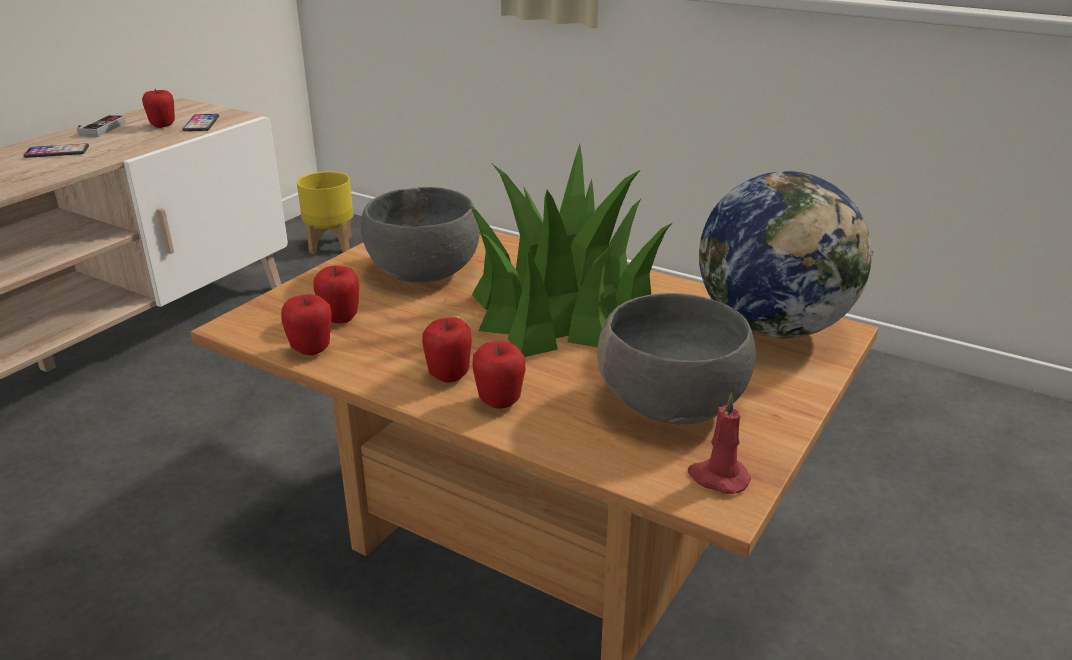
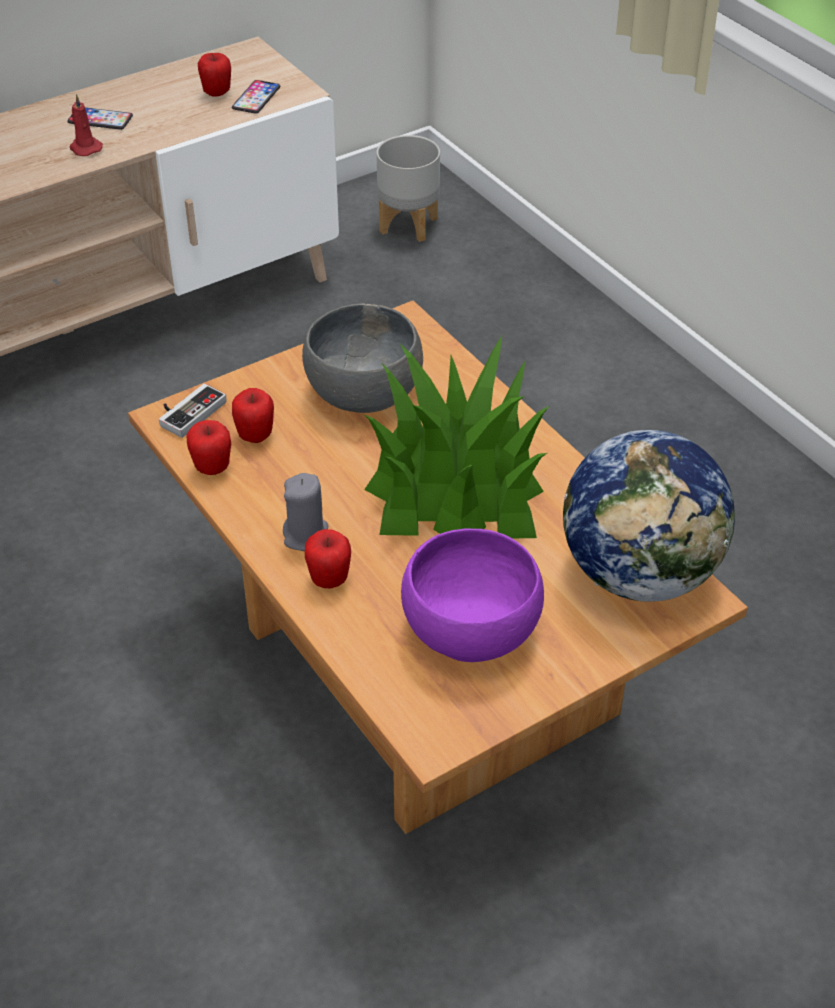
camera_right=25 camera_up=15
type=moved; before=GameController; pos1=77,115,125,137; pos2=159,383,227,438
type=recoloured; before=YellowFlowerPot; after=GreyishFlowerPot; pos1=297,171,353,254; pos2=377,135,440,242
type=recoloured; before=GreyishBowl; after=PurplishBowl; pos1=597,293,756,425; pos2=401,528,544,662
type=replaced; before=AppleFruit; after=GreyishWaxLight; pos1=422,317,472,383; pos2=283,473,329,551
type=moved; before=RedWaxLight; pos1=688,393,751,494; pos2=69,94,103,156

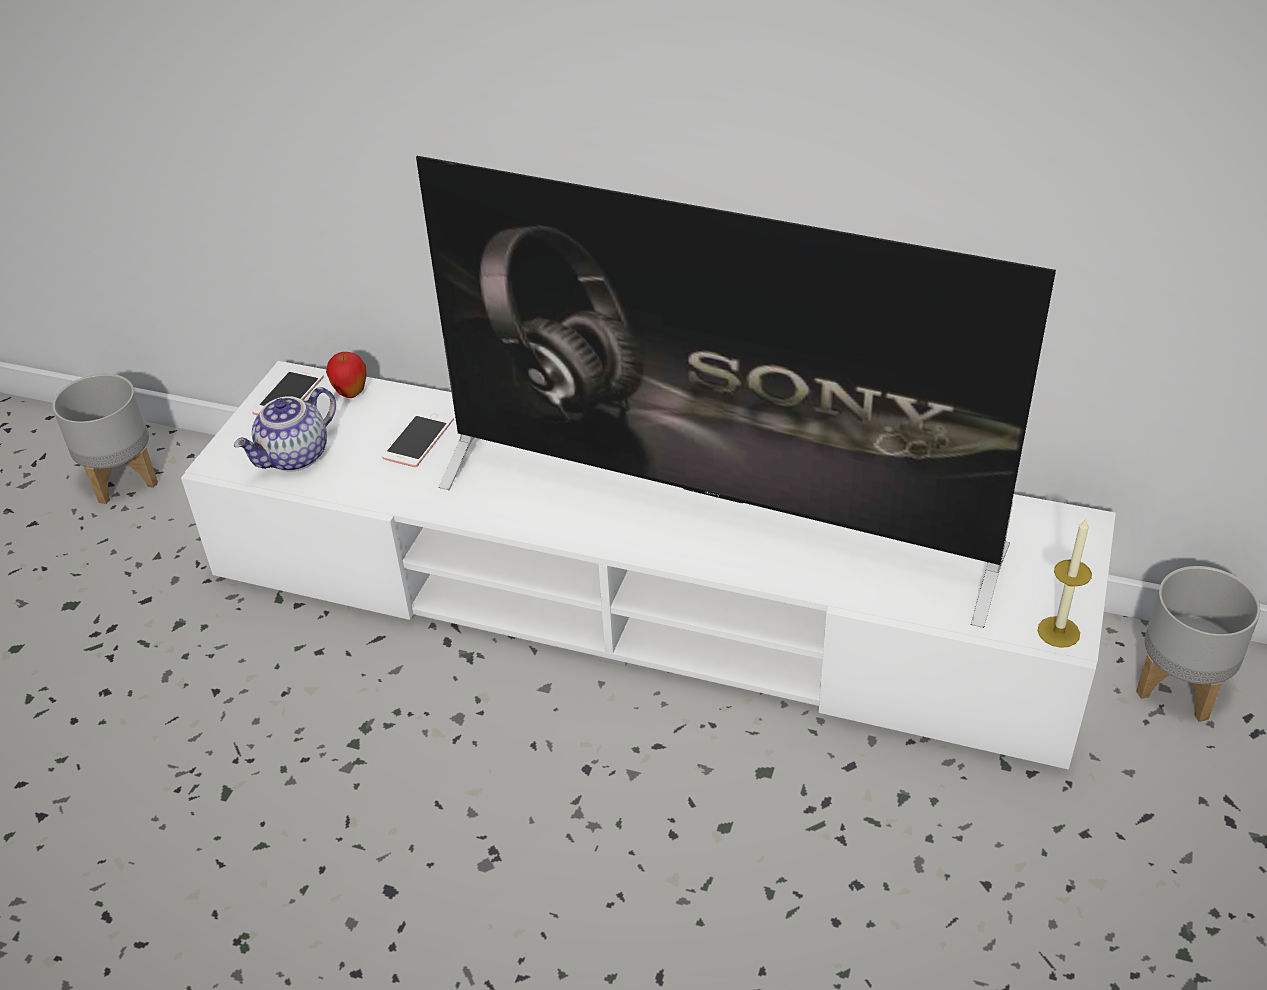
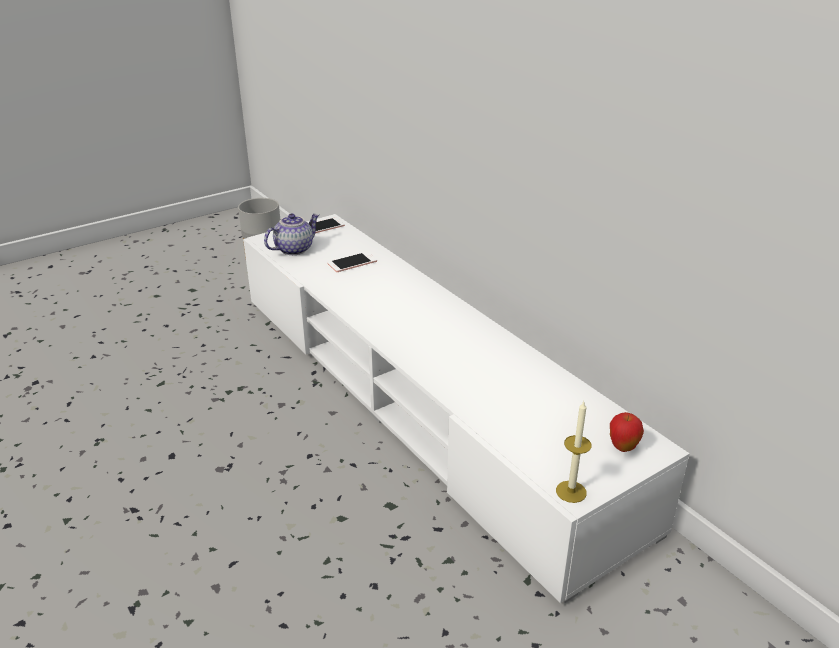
camera_right=35 camera_up=-10
type=removed; before=TvSet; pos1=416,156,1056,628
type=moved; before=AppleFruit; pos1=326,352,367,398; pos2=610,412,644,452
type=turned; before=Teapot; pos1=234,387,336,472; pos2=264,213,319,255; turn=150
type=removed; before=GreyishFlowerPot; pos1=1136,566,1260,722

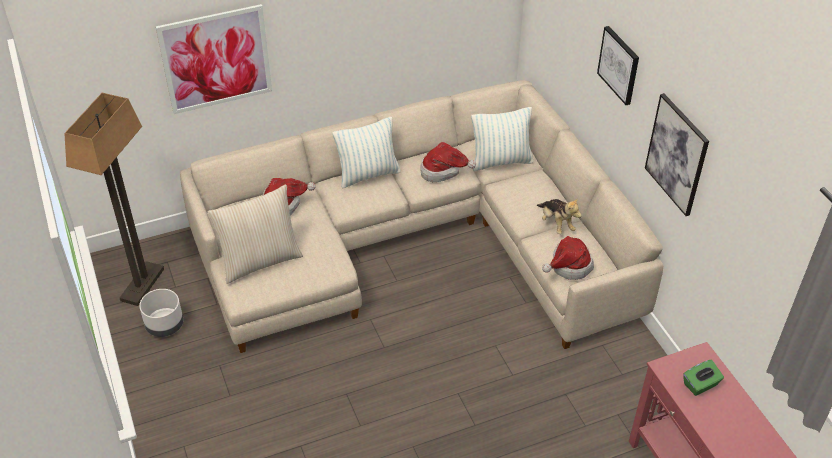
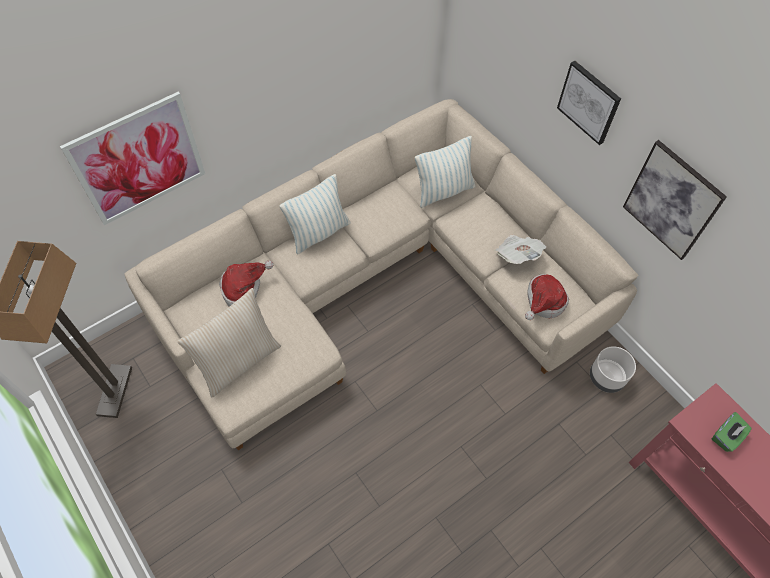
camera_right=-15 camera_up=15
type=removed; before=WearableHat; pos1=420,142,476,182
type=replaced; before=CuddlyToy; after=Newspaper; pos1=537,198,582,234; pos2=495,235,546,264
type=moved; before=GreyishFlowerPot; pos1=139,289,183,337; pos2=590,346,636,393

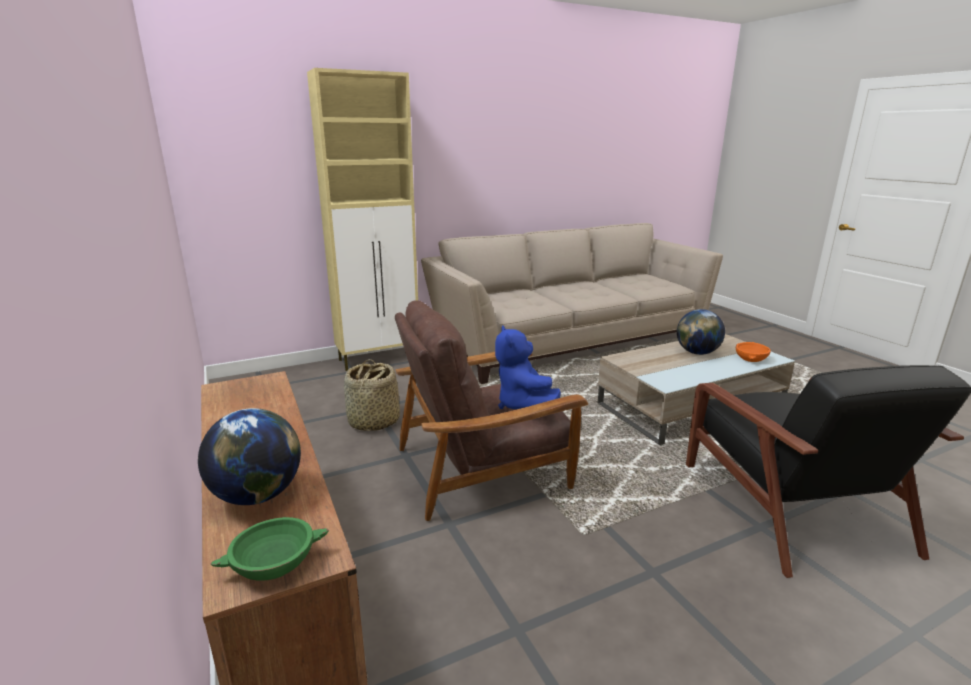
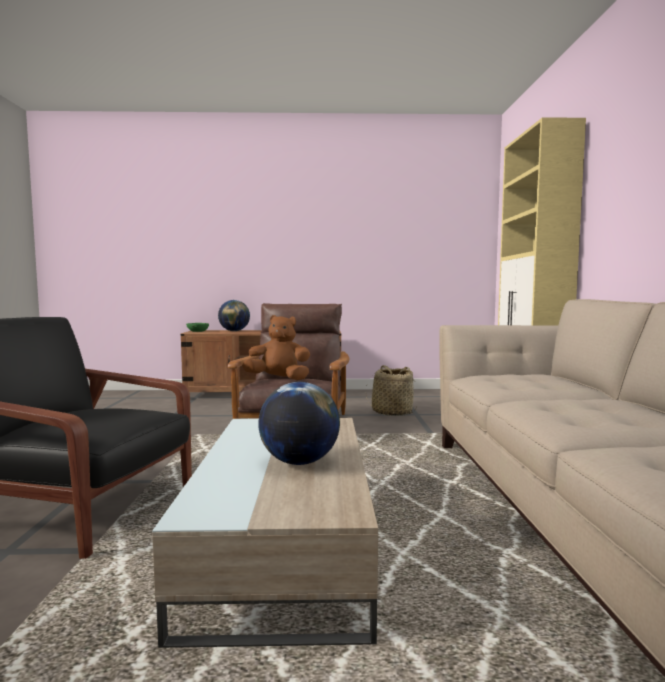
camera_right=115 camera_up=-15
type=recoloured; before=BlueCuddlyToy; after=BrownishCuddlyToy; pos1=495,326,561,409; pos2=242,315,310,381
type=removed; before=OrangeColouredBowl; pos1=736,342,771,362

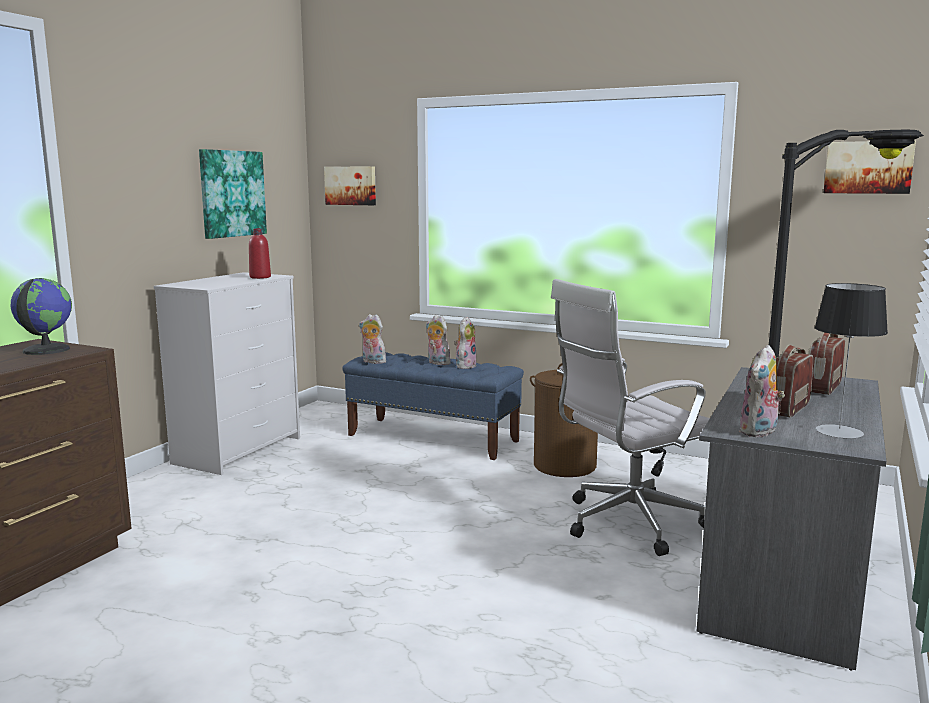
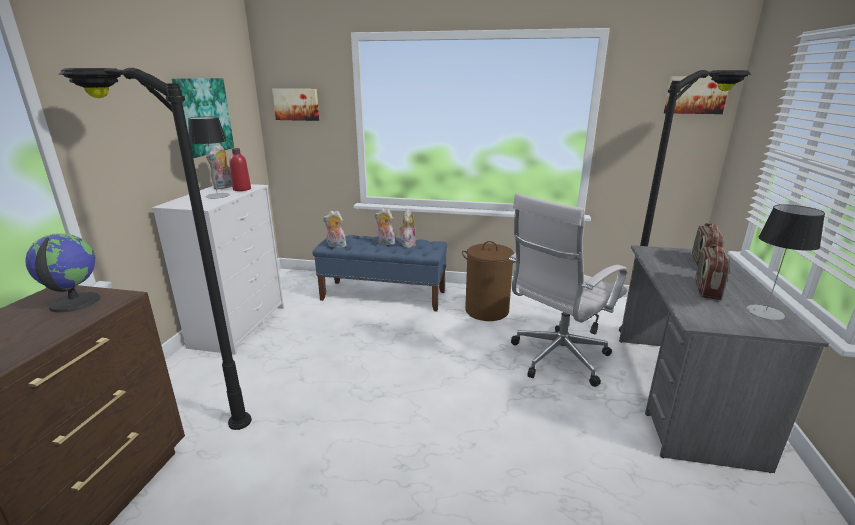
camera_right=-15 camera_up=10
type=moved; before=CuddlyToy; pos1=739,345,785,437; pos2=206,144,232,190
type=added; after=BlackFloorLamp; pos2=58,68,252,430
type=added; after=LampForATable; pos2=188,117,230,199

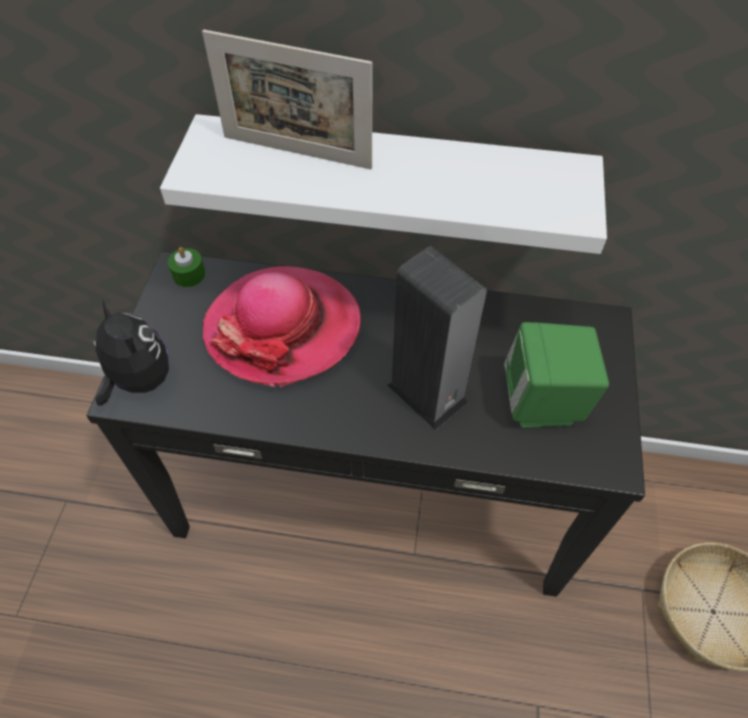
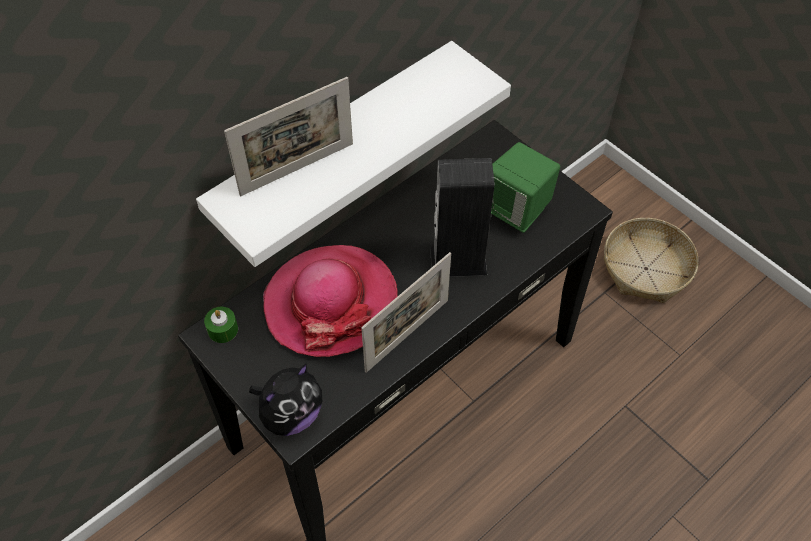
camera_right=-50 camera_up=0
type=turned; before=CuddlyToy; pos1=93,299,169,406; pos2=249,363,322,436; turn=135
type=added; after=StandingFrame; pos2=361,252,451,373

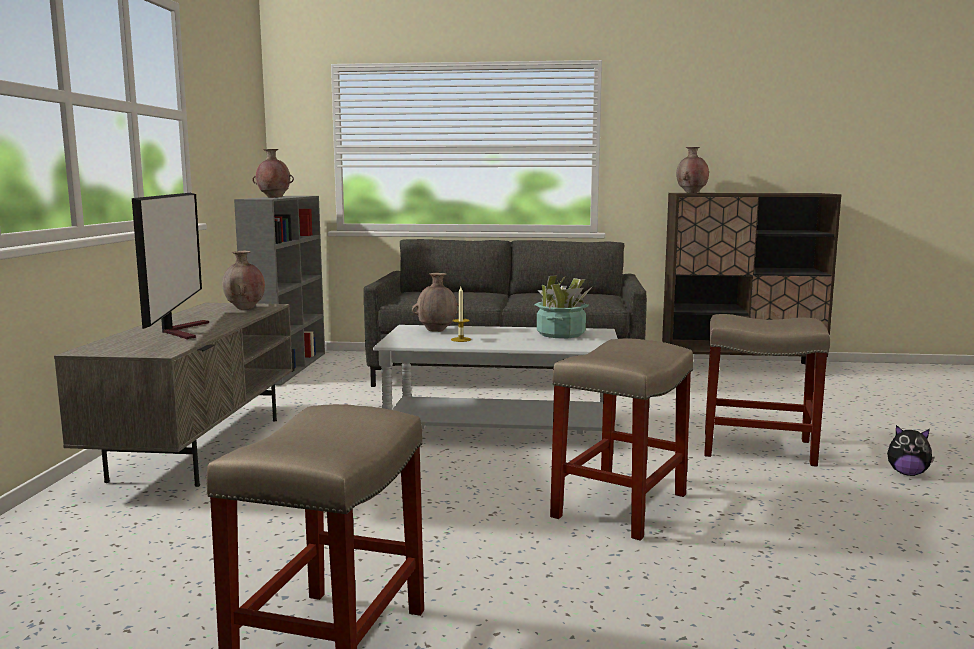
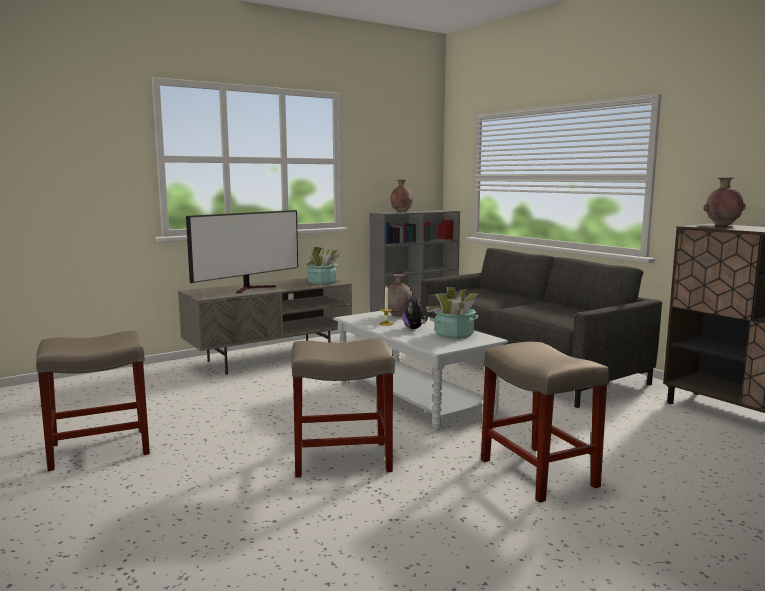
camera_right=50 camera_up=0
type=replaced; before=BrownishDecorativeVase; after=PottedPlant; pos1=222,251,265,310; pos2=305,247,341,285
type=moved; before=CuddlyToy; pos1=887,425,935,476; pos2=402,295,428,329

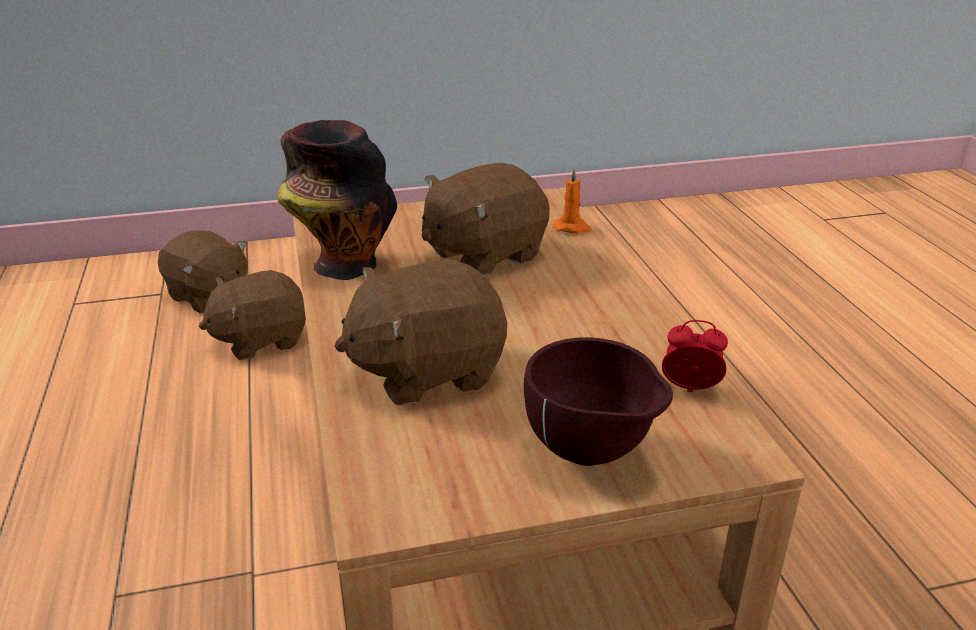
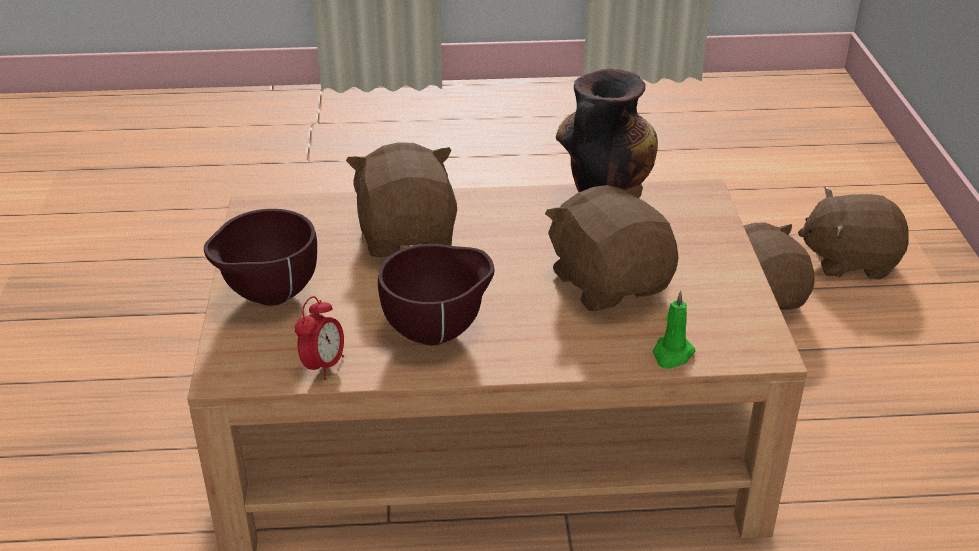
camera_right=100 camera_up=5
type=recoloured; before=OrangeColouredWaxLight; after=GreenWaxLight; pos1=553,168,592,234; pos2=653,291,696,369
type=turned; before=BrownishCuddlyToy; pos1=158,230,248,313; pos2=798,189,909,280; turn=45
type=added; after=BrownishBowl; pos2=378,244,494,345

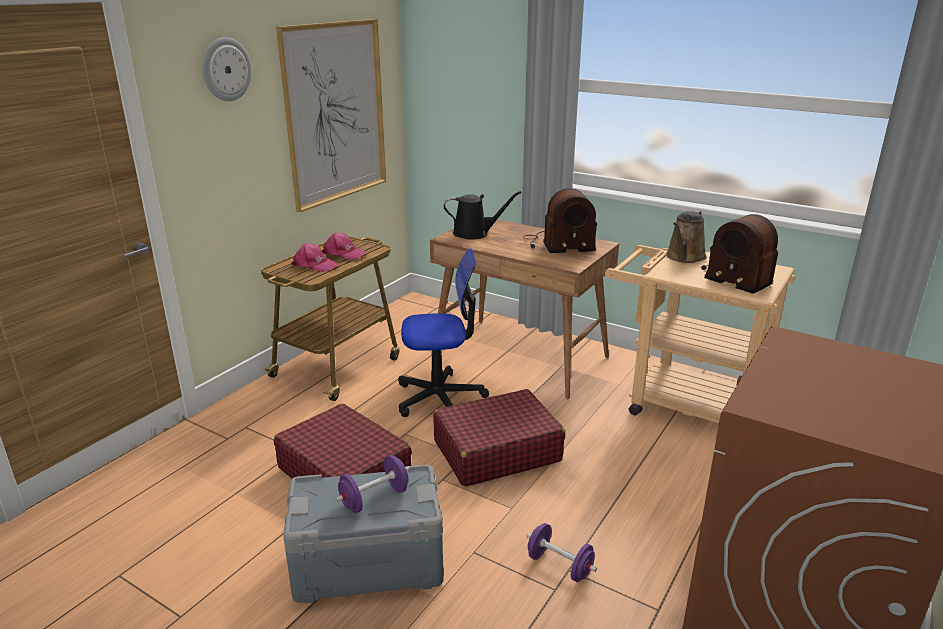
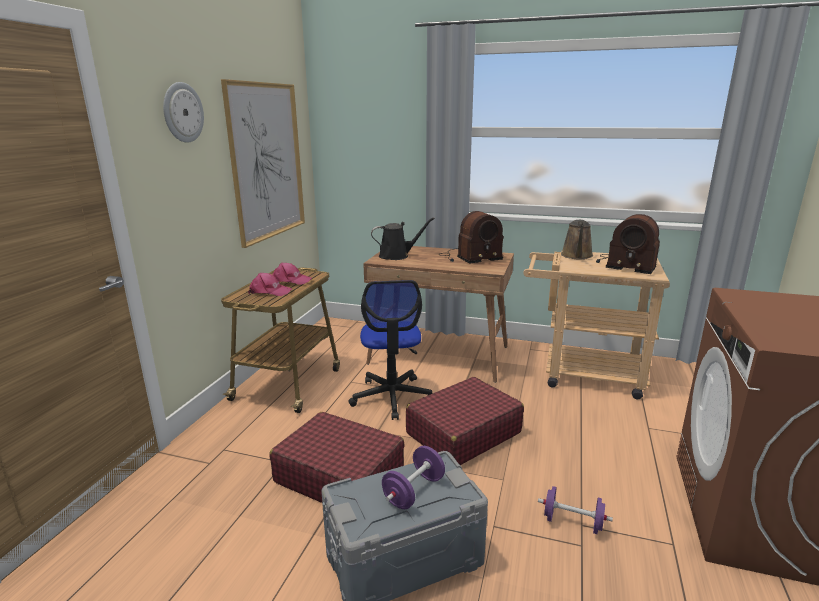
camera_right=-15 camera_up=-5
type=turned; before=OfficeChair; pos1=398,248,489,417; pos2=348,280,433,420; turn=105

